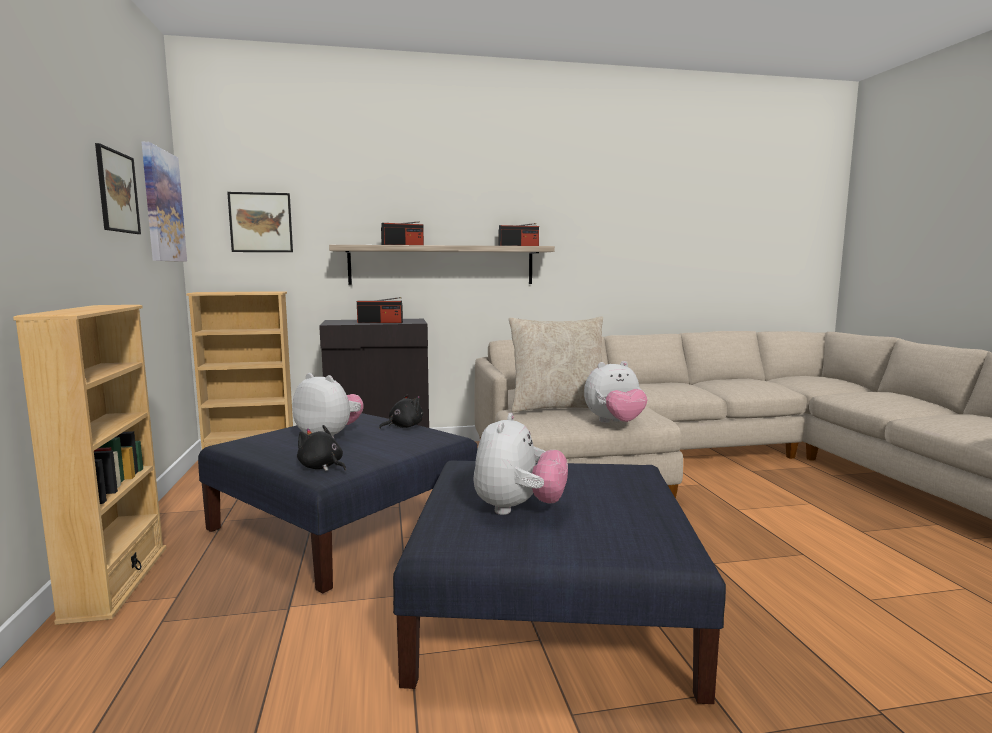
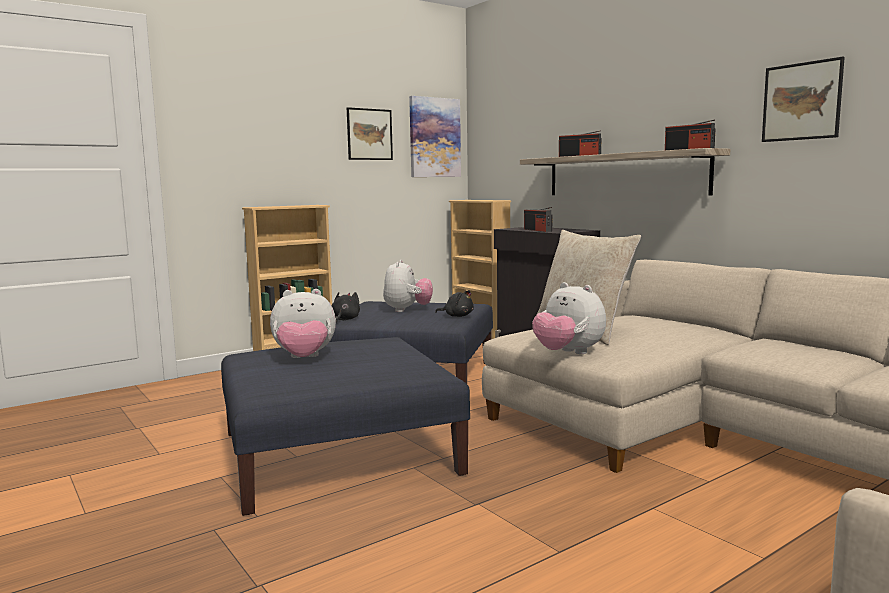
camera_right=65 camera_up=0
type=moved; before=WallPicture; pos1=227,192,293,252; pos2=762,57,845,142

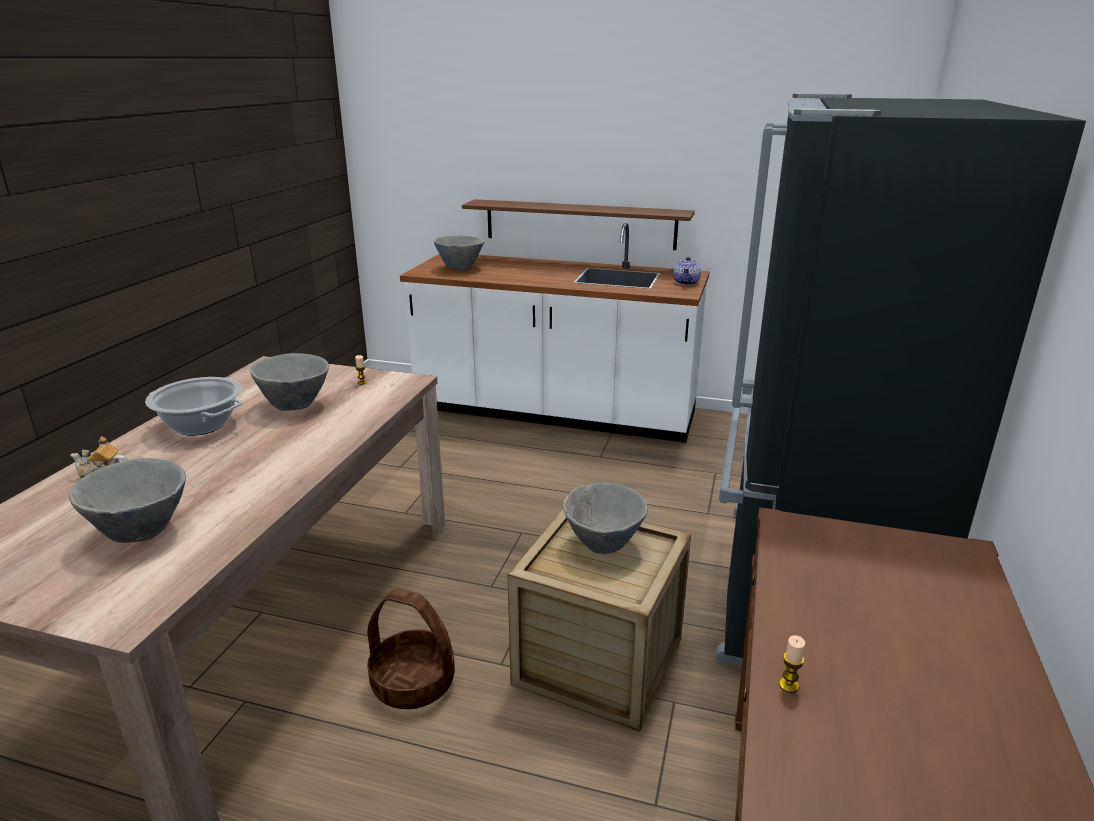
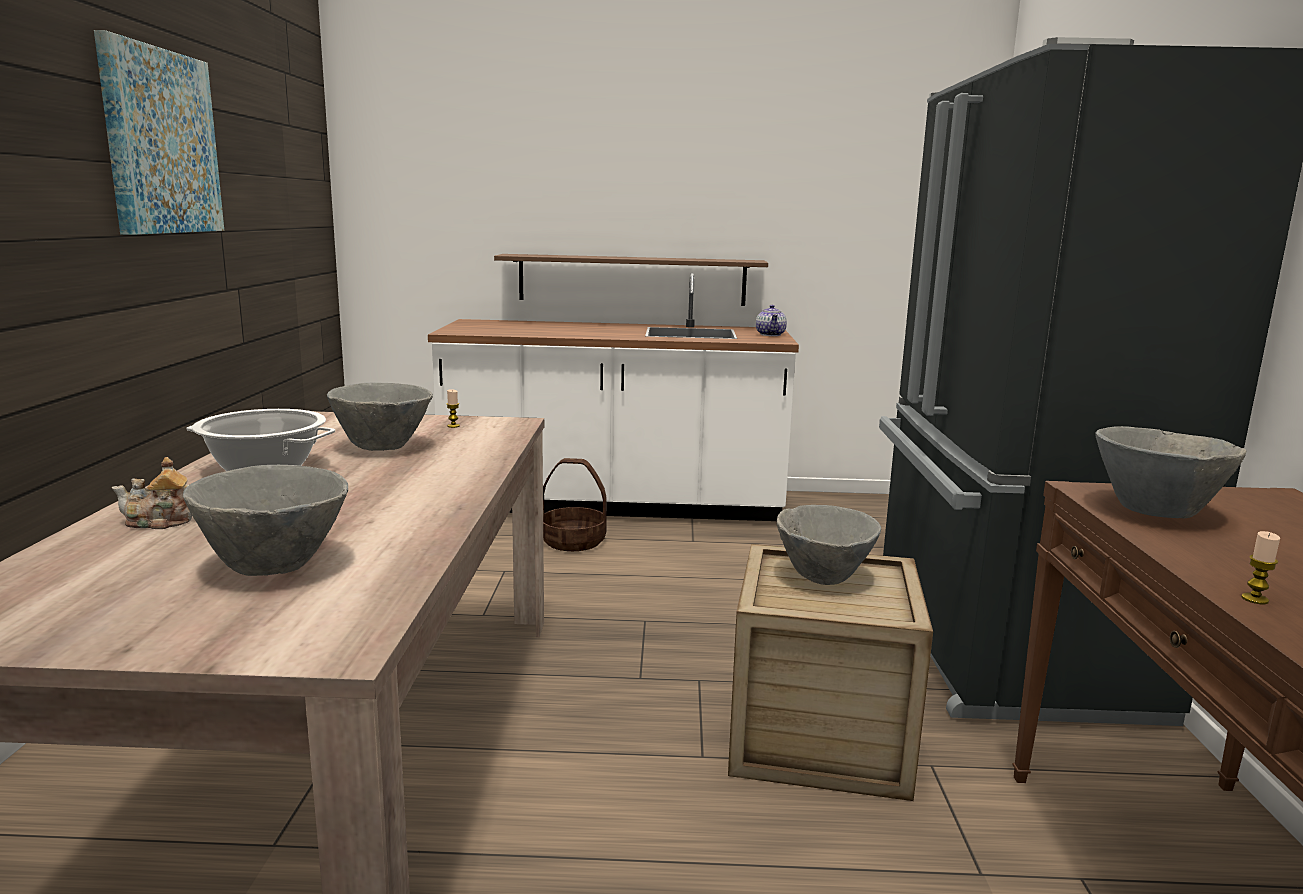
camera_right=-15 camera_up=-10
type=moved; before=GreyishBowl; pos1=434,236,484,270; pos2=1095,426,1247,519
type=moved; before=StorageBasket; pos1=367,589,455,709; pos2=543,458,607,551
type=added; after=WallPicture; pos2=94,30,224,235

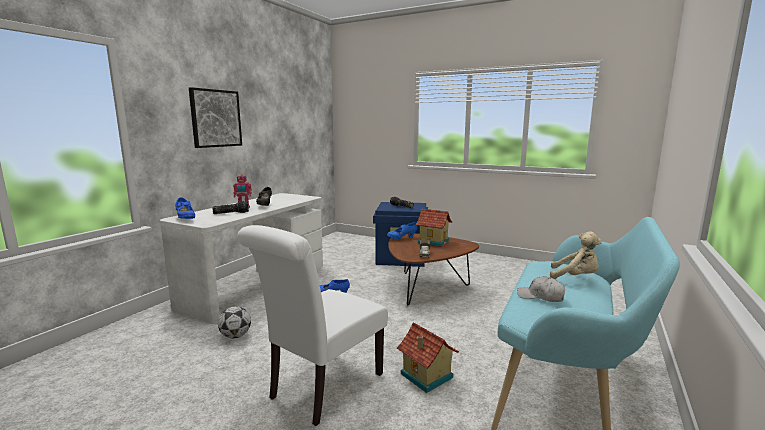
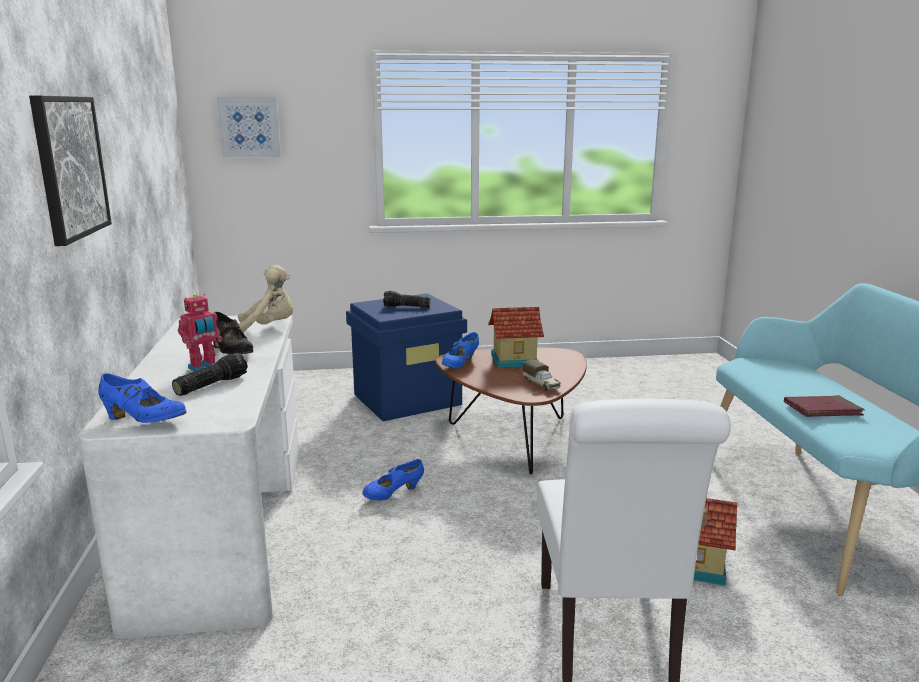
camera_right=-35 camera_up=5
type=moved; before=BeigeColouredCuddlyToy; pos1=550,231,602,279; pos2=238,265,293,333
type=replaced; before=WhitishCap; after=RedBook; pos1=517,276,565,302; pos2=784,395,865,417
type=removed; before=FootballBall; pos1=218,306,251,339
type=added; after=WallPicture; pos2=217,97,281,157

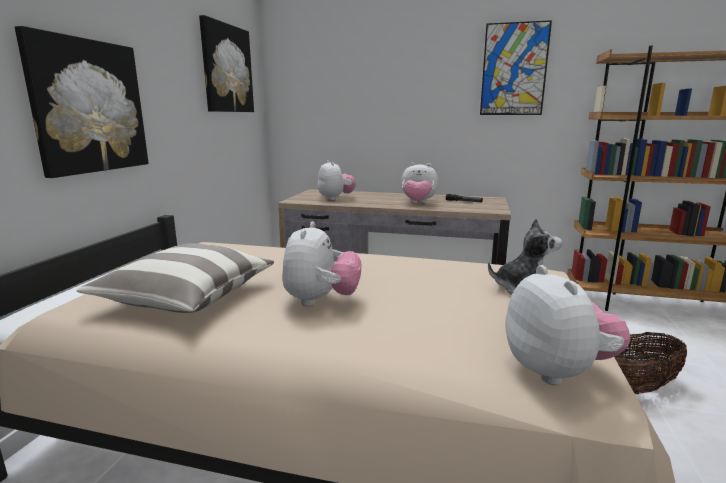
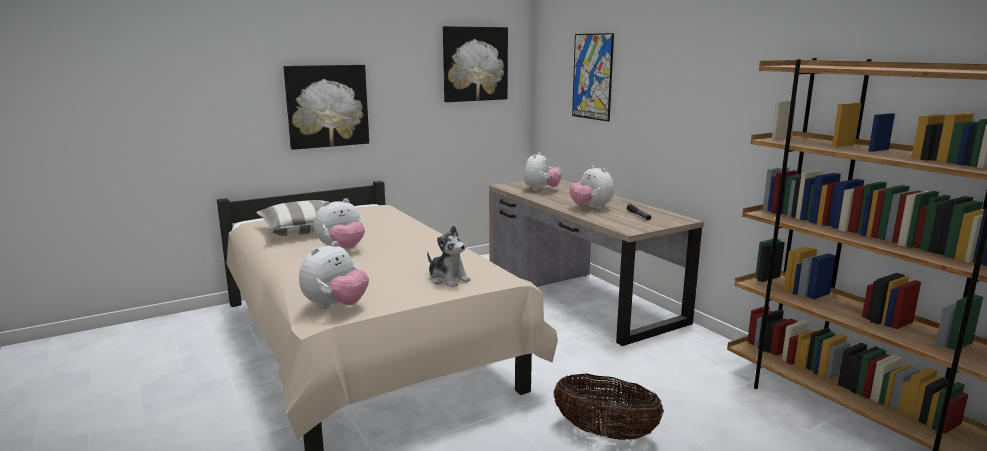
camera_right=45 camera_up=0
type=moved; before=WallPicture; pos1=480,20,552,115; pos2=572,33,614,122

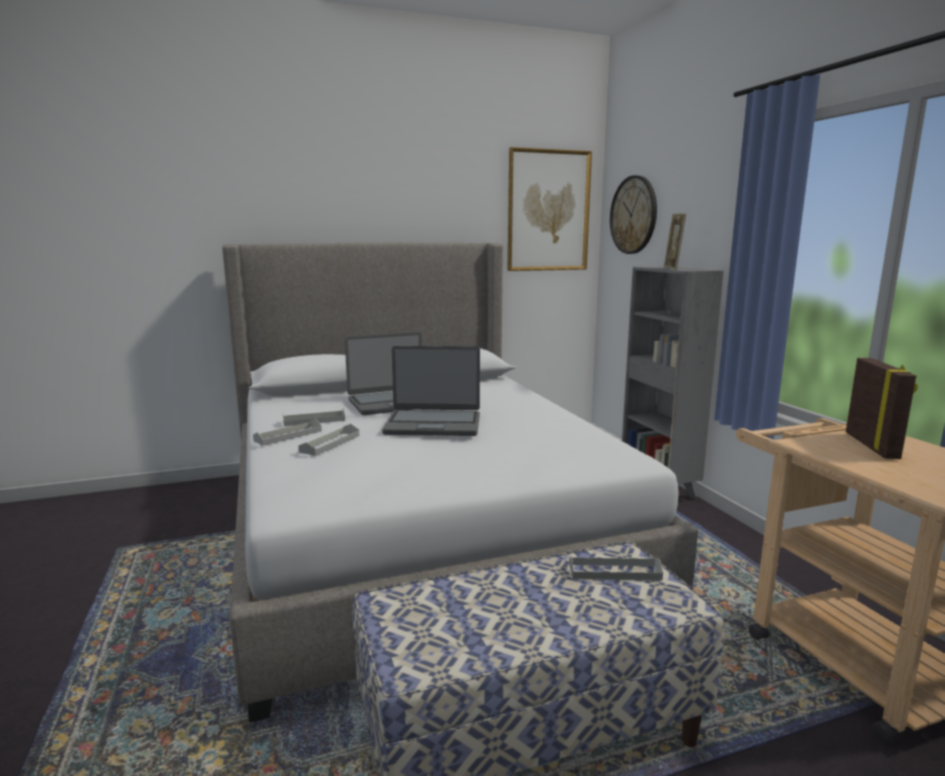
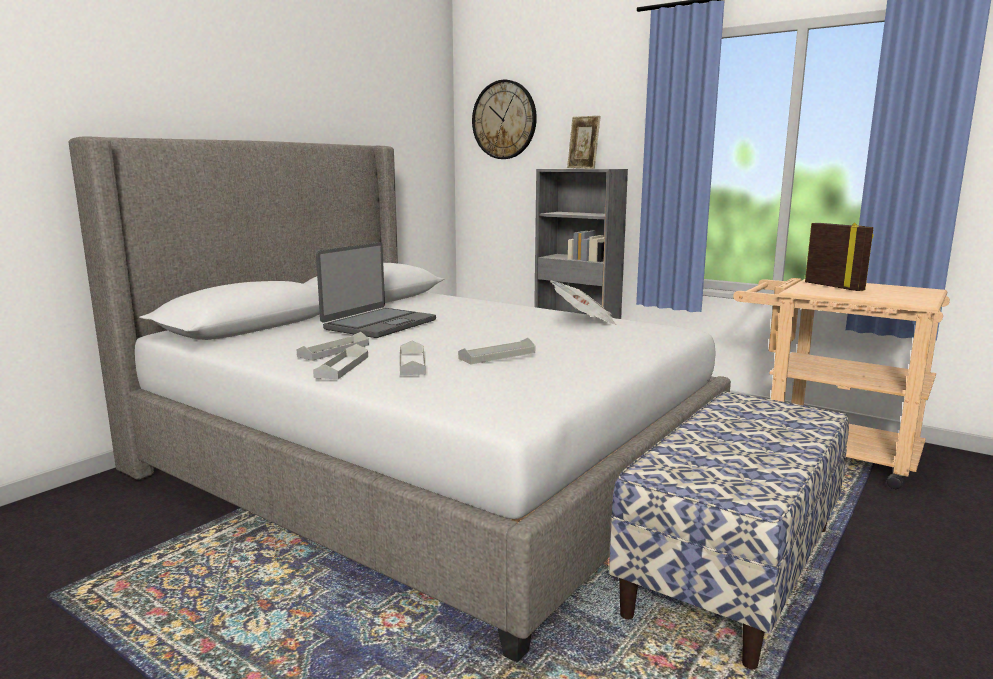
camera_right=-35 camera_up=0
type=removed; before=WallPicture; pos1=507,147,592,271
type=removed; before=PortableComputer; pos1=382,346,480,436
type=moved; before=GreyishCarryingTray; pos1=569,556,663,581; pos2=458,338,535,364
type=added; after=Newspaper; pos2=550,280,616,325

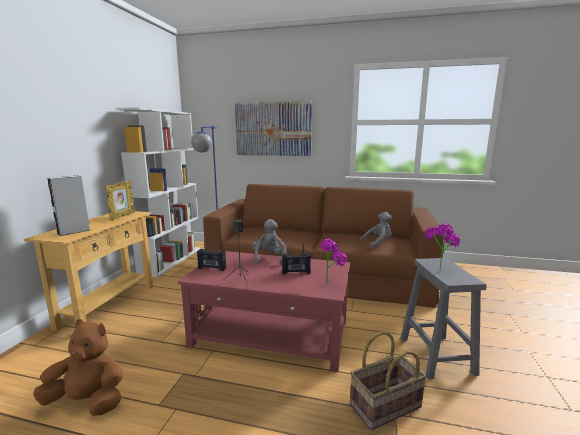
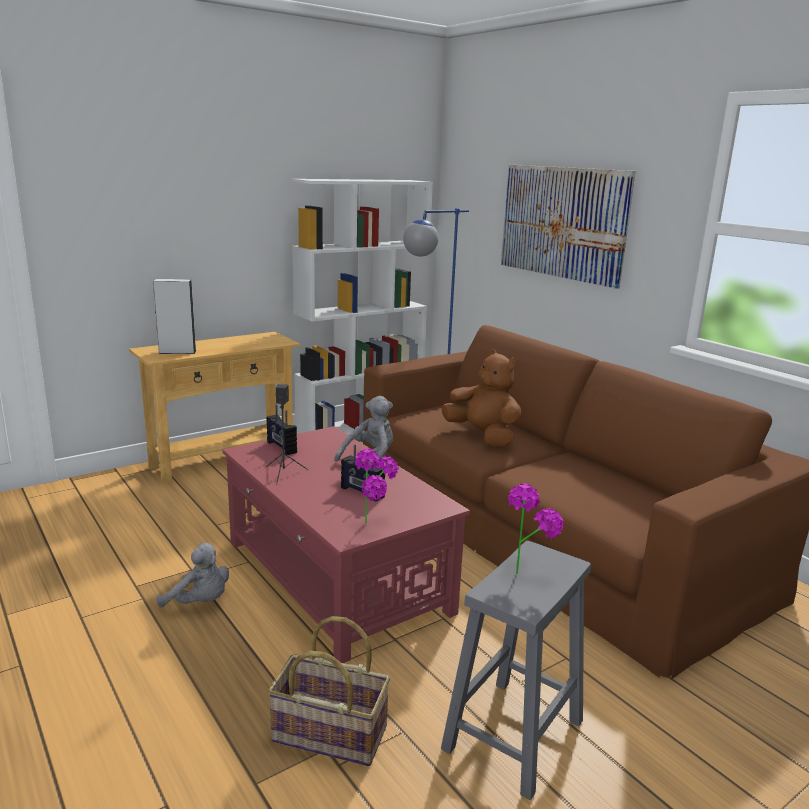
camera_right=40 camera_up=5
type=removed; before=StandingFrame; pos1=105,180,135,221
type=moved; before=GreyishCuddlyToy; pos1=360,212,393,249; pos2=157,543,229,608
type=moved; before=BrownishCuddlyToy; pos1=33,319,123,416; pos2=441,350,521,446

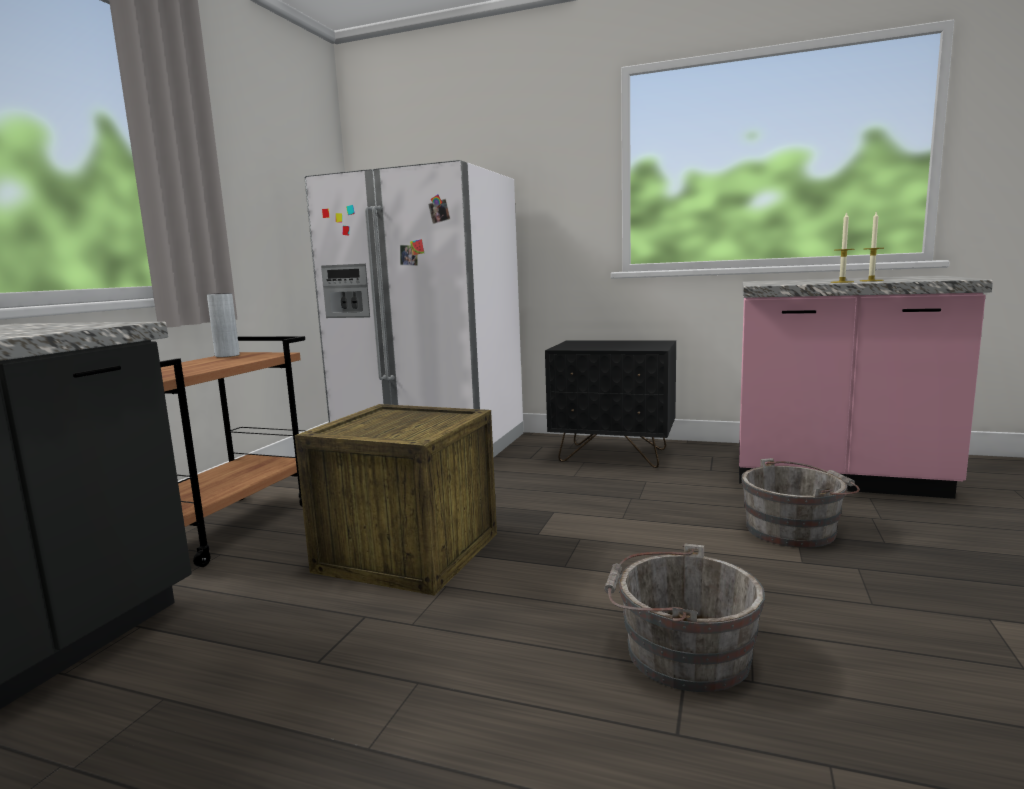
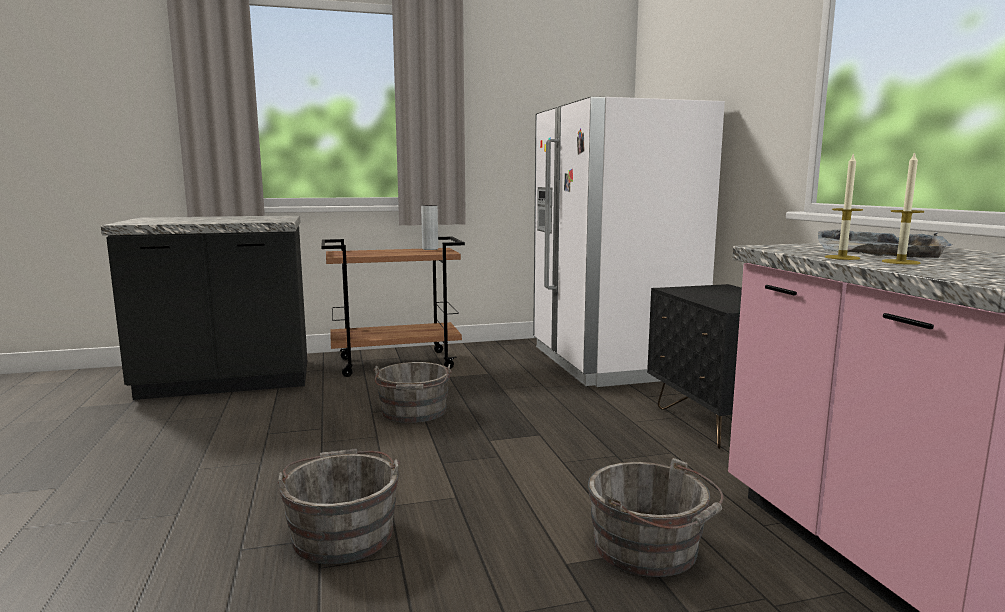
camera_right=55 camera_up=0
type=replaced; before=ShippingCrate; after=GreyishWaterBucket; pos1=295,404,497,596; pos2=373,362,452,423
type=added; after=GreyishCarryingTray; pos2=818,229,953,258

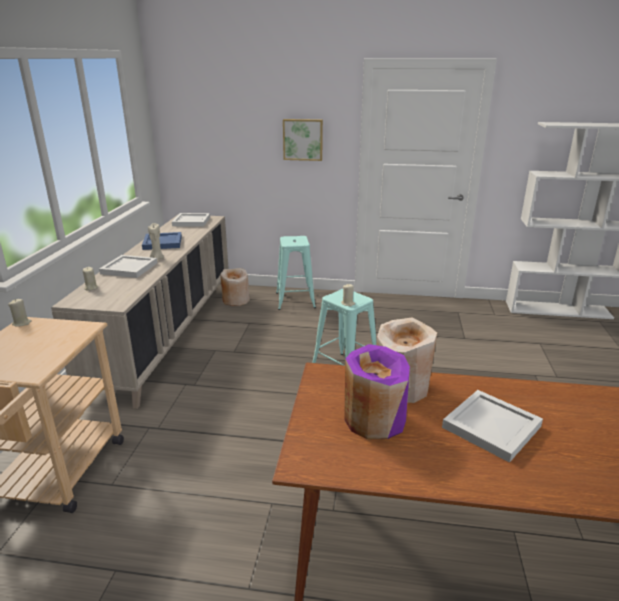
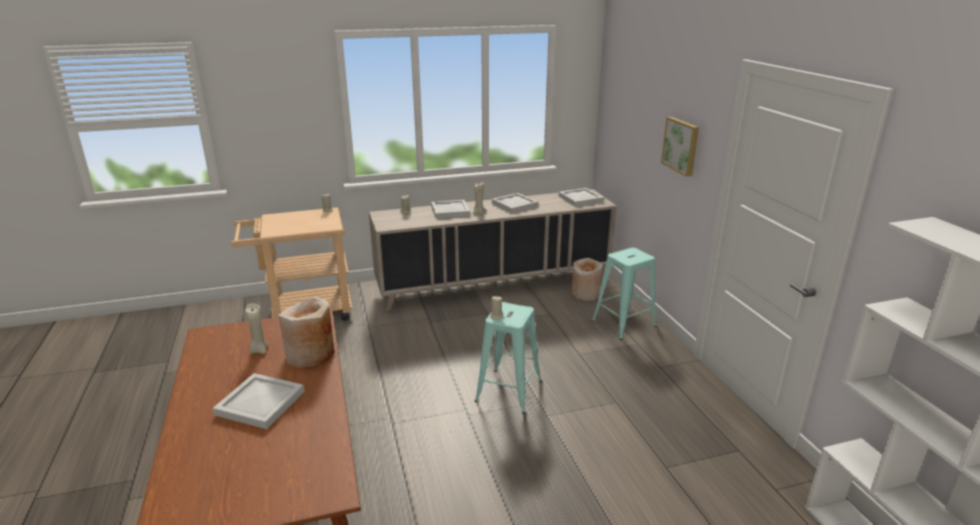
camera_right=65 camera_up=0
type=recoloured; before=BlueCarryingTray; after=WhitishCarryingTray; pos1=142,232,182,250; pos2=492,193,538,213
type=replaced; before=PurplishDecorativeVase; after=BeigeColouredWaxLight; pos1=344,344,410,439; pos2=245,303,269,354

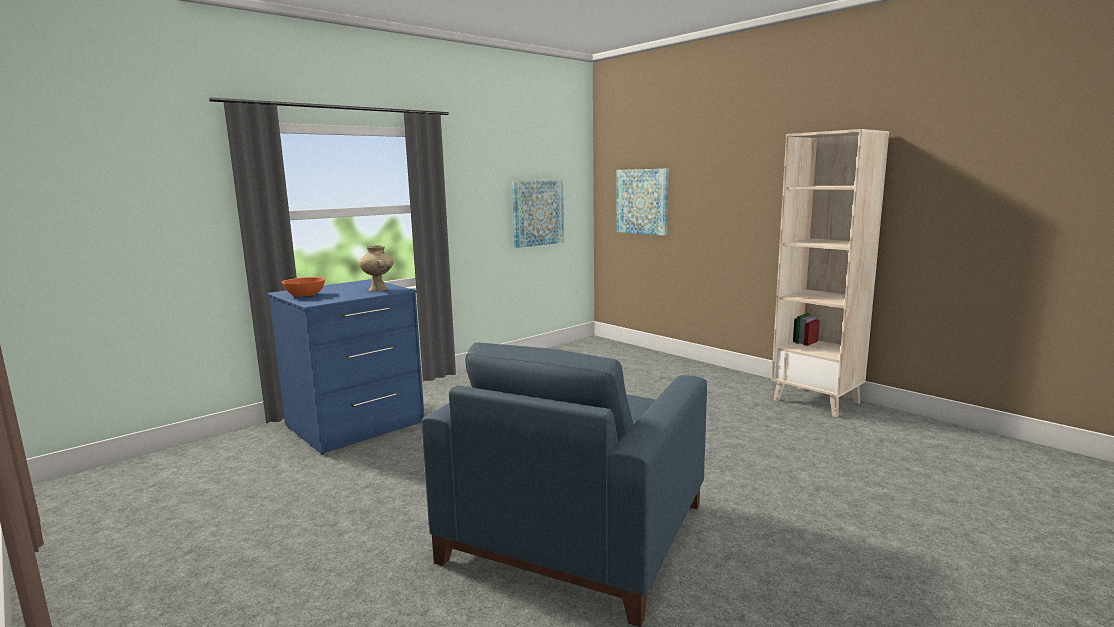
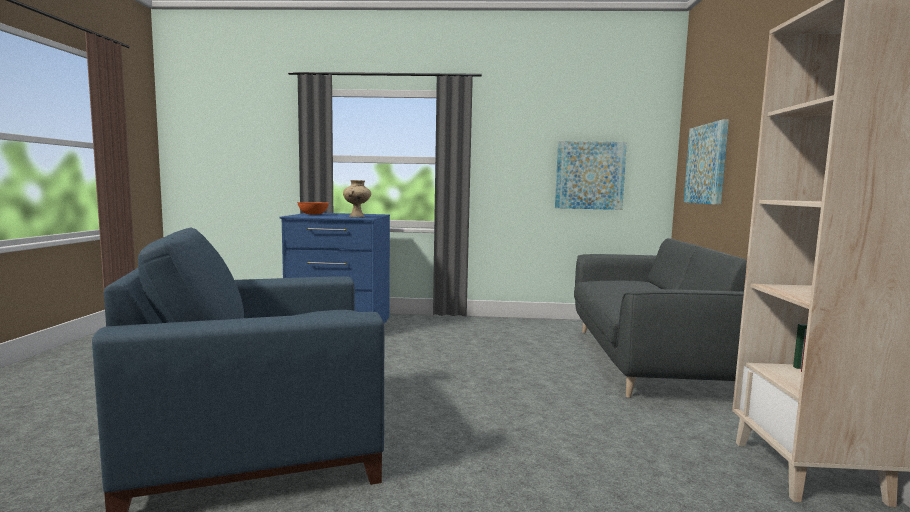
camera_right=45 camera_up=-5
type=added; after=GreyishSettee; pos2=574,238,747,397

